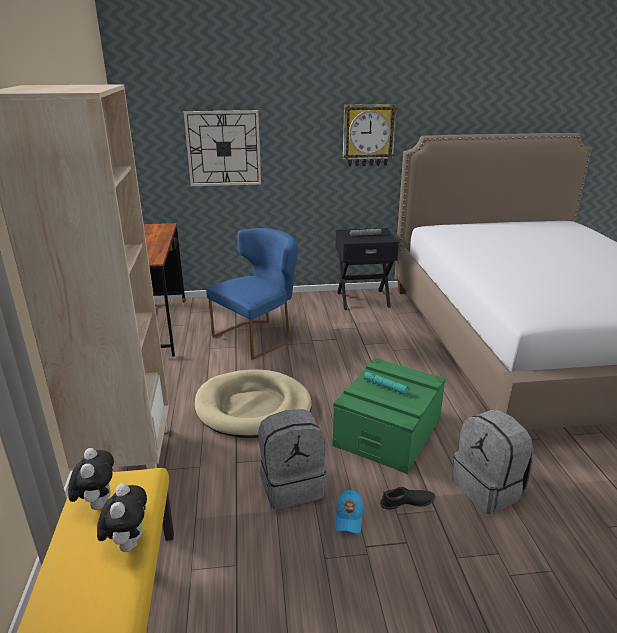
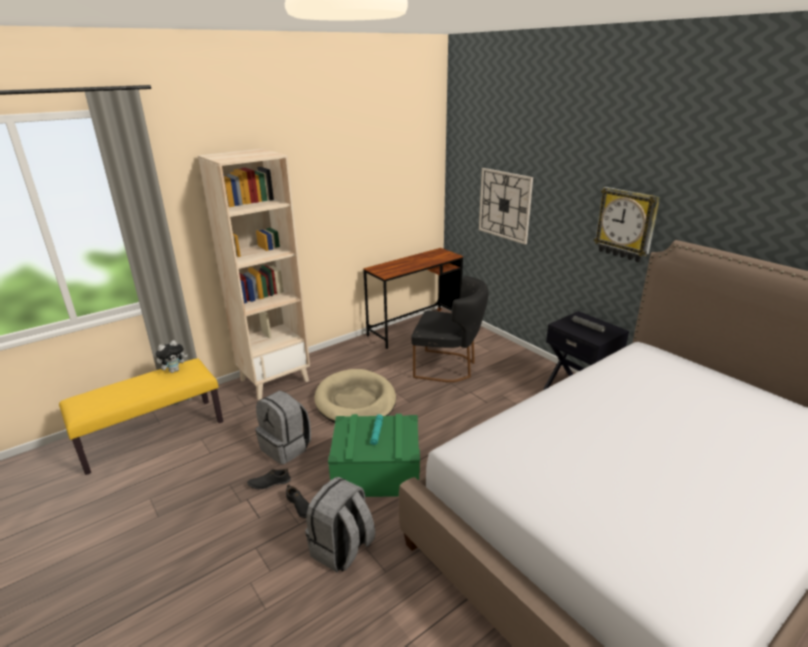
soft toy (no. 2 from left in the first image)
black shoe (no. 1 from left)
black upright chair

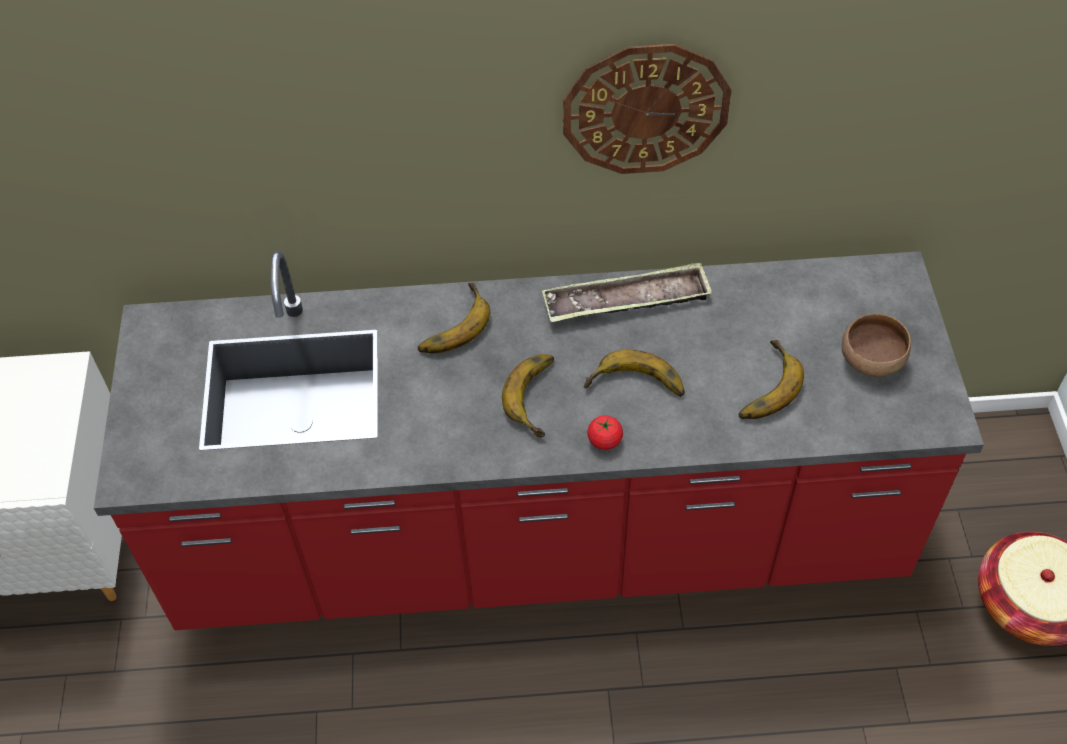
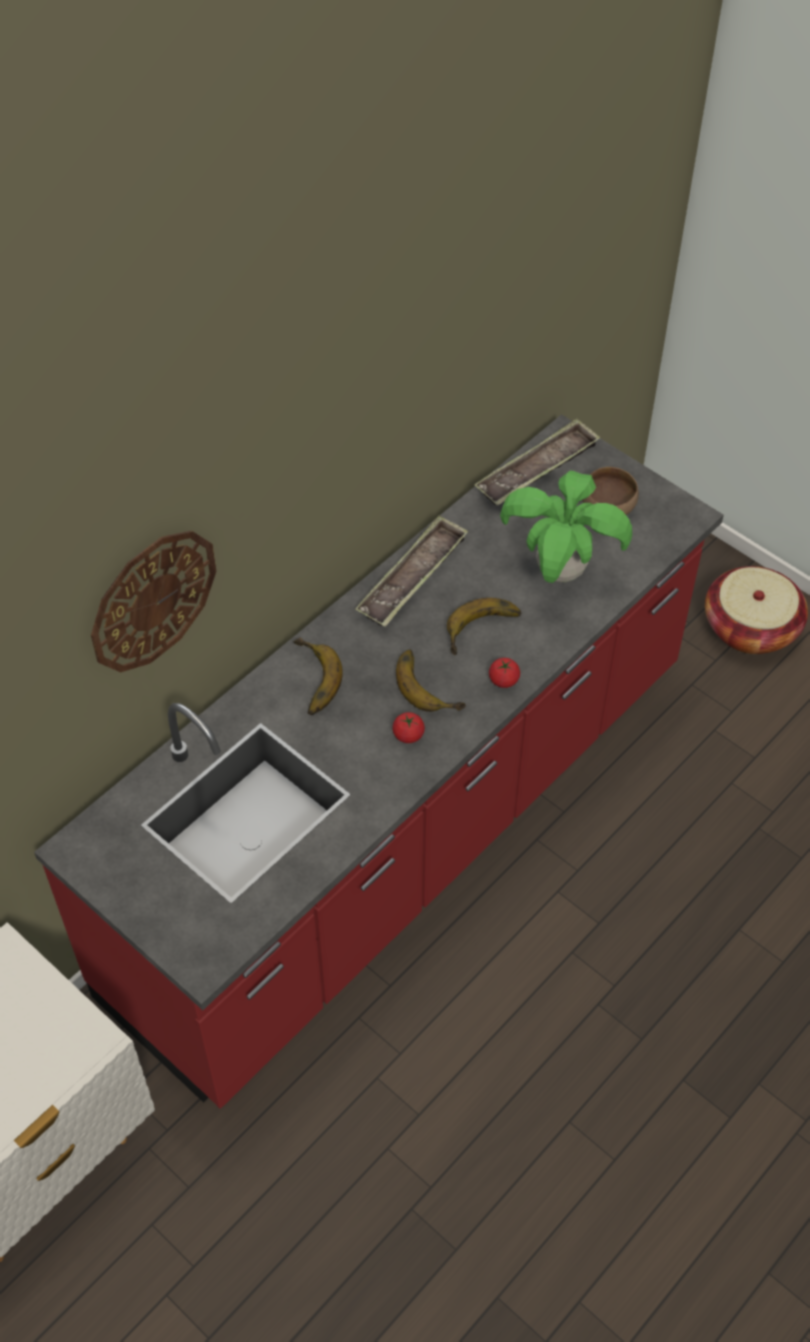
whole tomato (no. 1 from left)
tray (no. 2 from left)
clock on the wall
potted plant

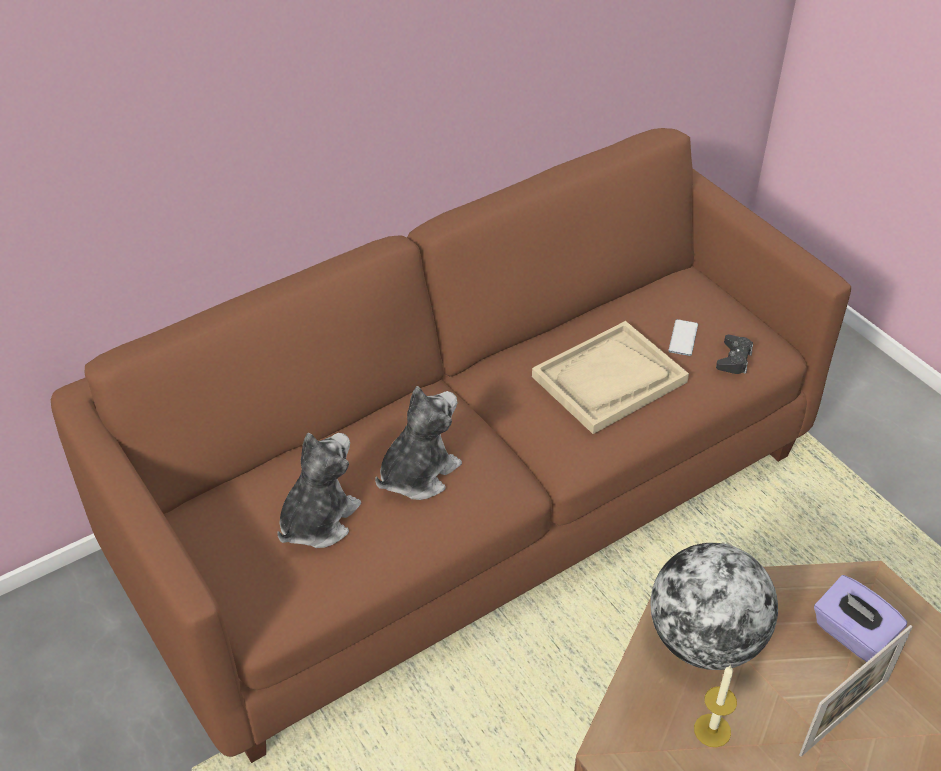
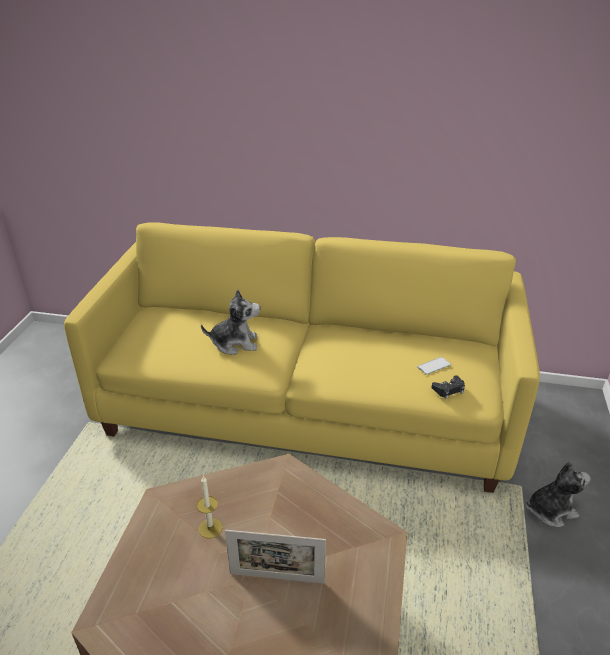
beige-coloured tray
world globe
purple box of tissues
soft toy (no. 2 from left)
yellowish couch

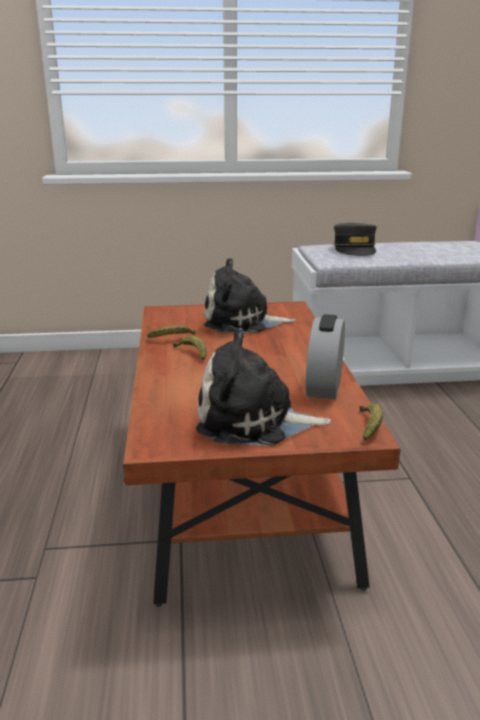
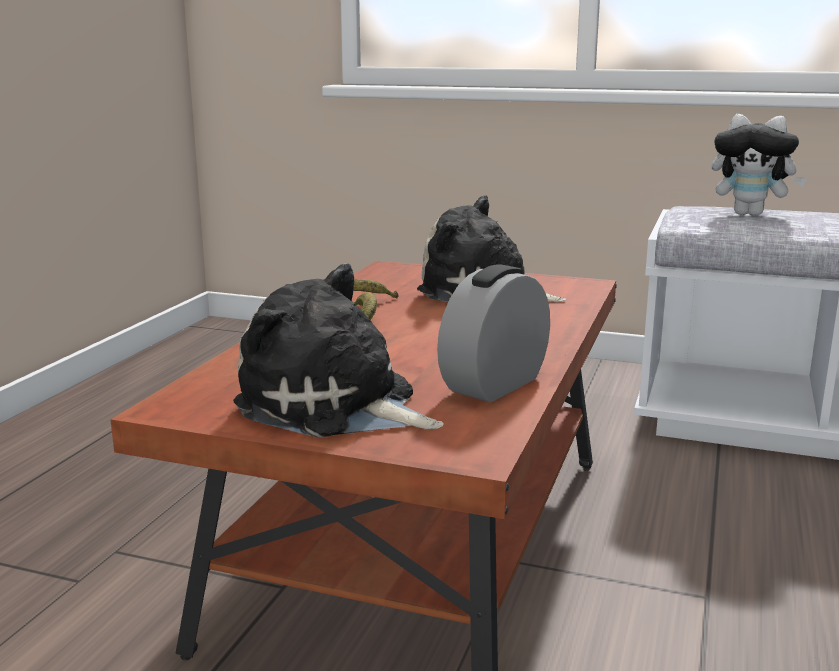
banana fruit (no. 3 from left in the first image)
soft toy (no. 3 from left)

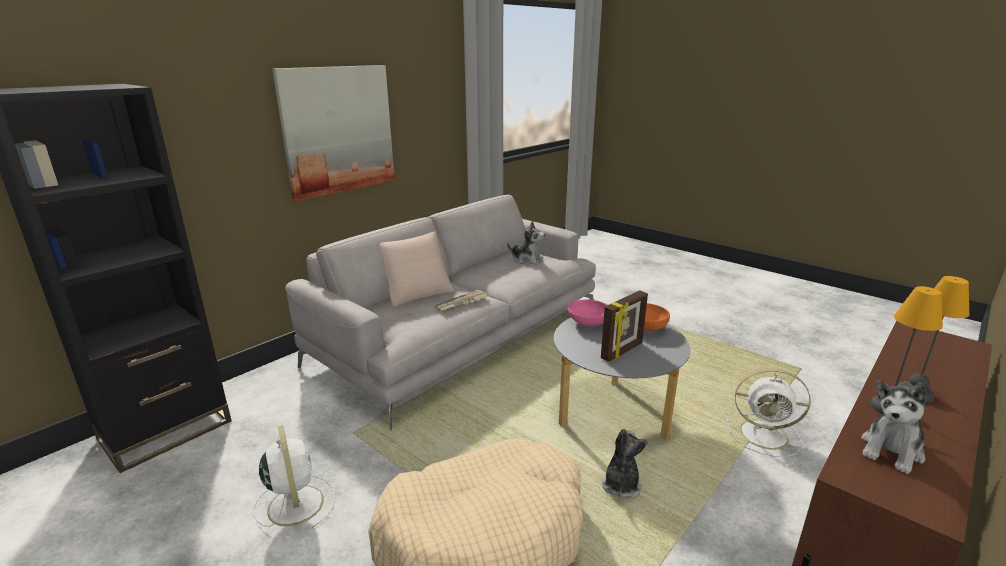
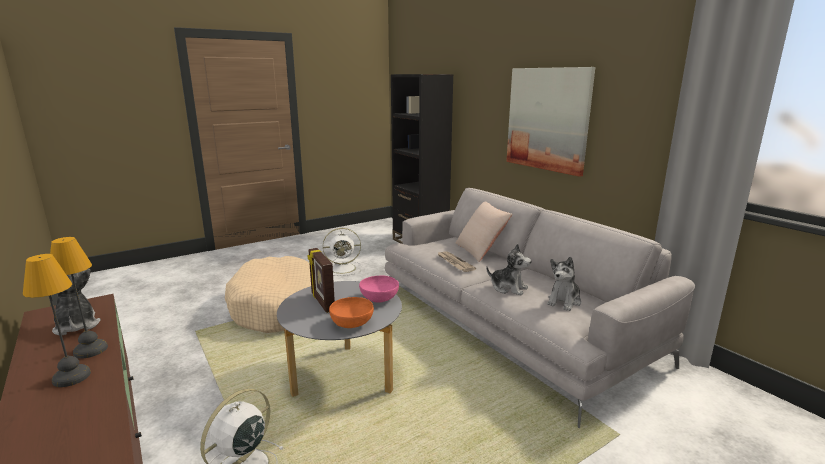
soft toy (no. 2 from left)

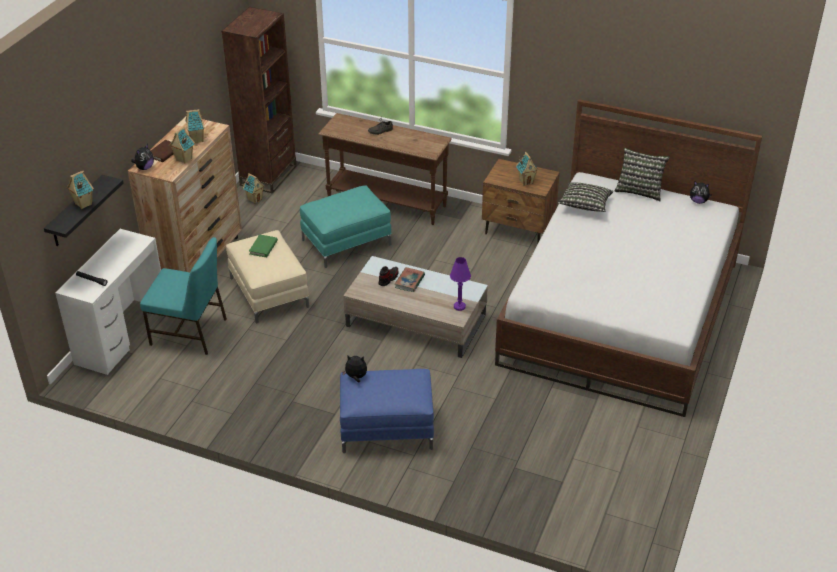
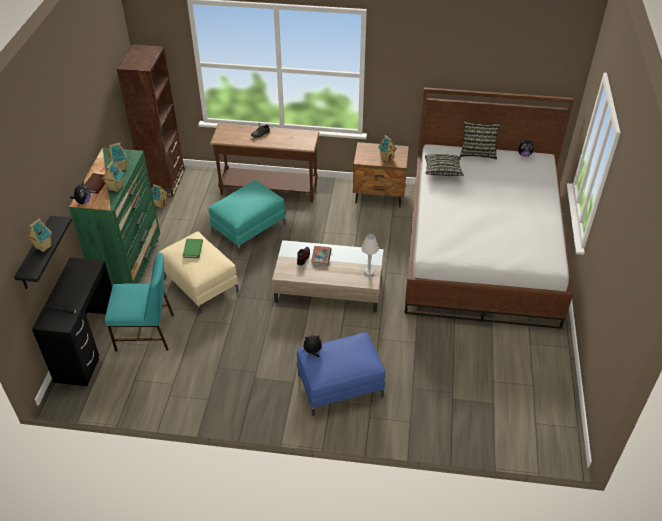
black desk unit
green-coloured drawer chest
white-coloured table lamp

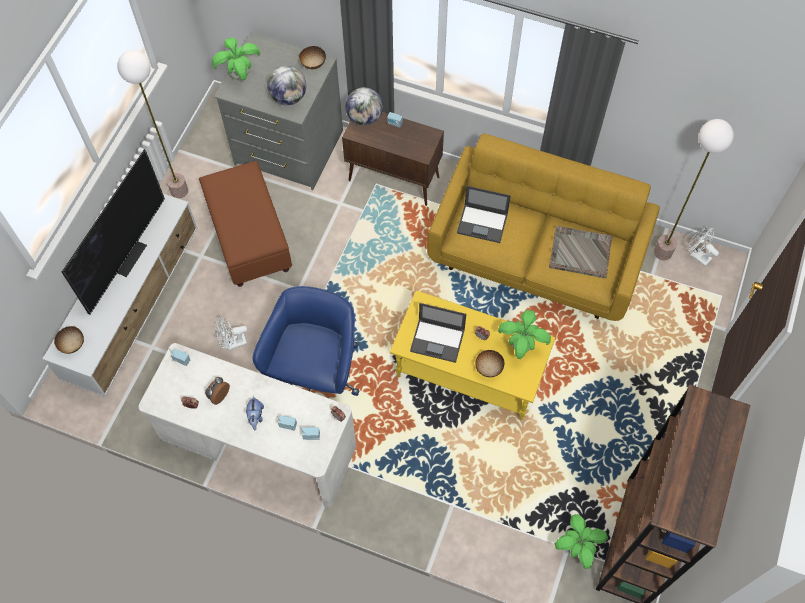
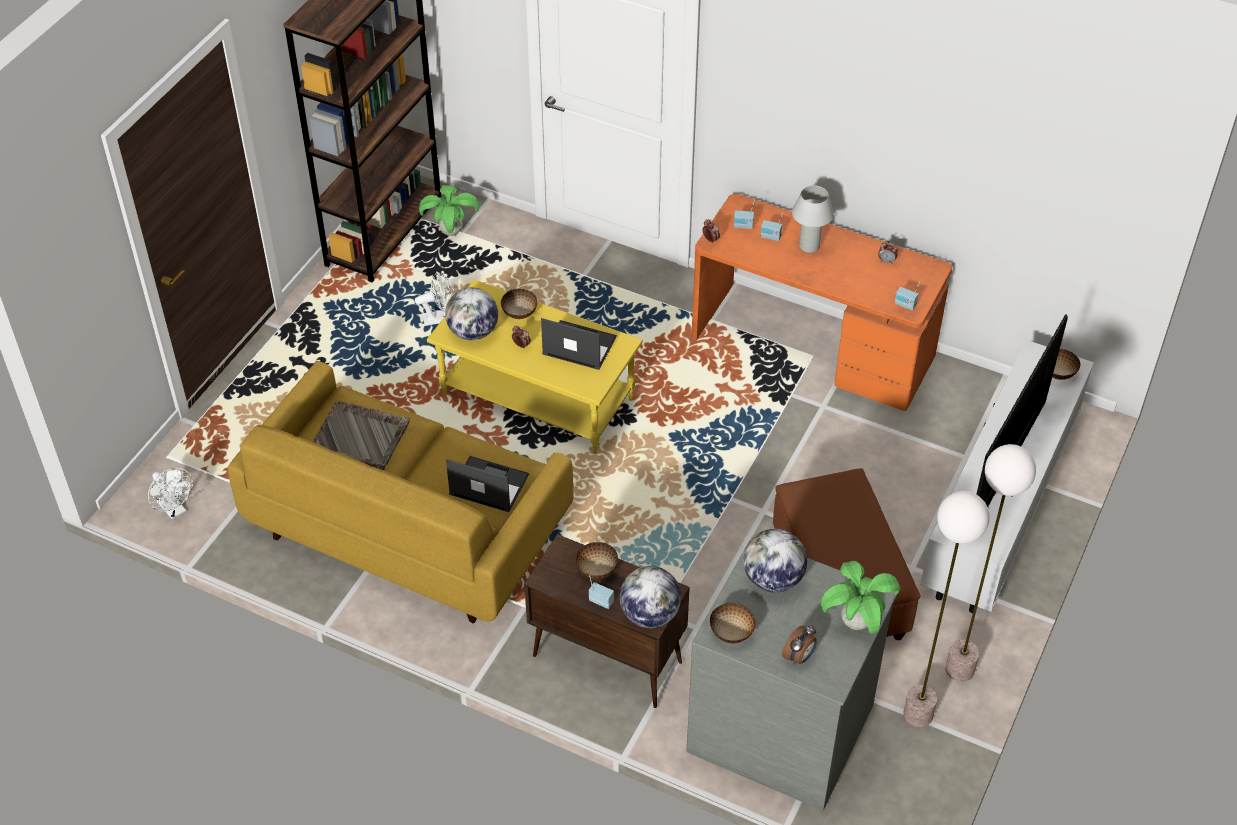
blue-coloured office chair
bowl (no. 2 from left)
alarm clock (no. 3 from left)
white-coloured fan (no. 2 from left)
standing lamp (no. 1 from left)
white-coloured table lamp
world globe (no. 1 from left)
orange-coloured desk unit

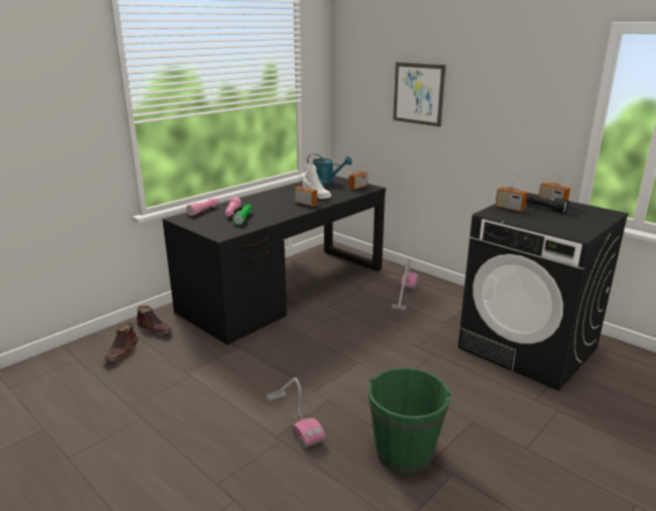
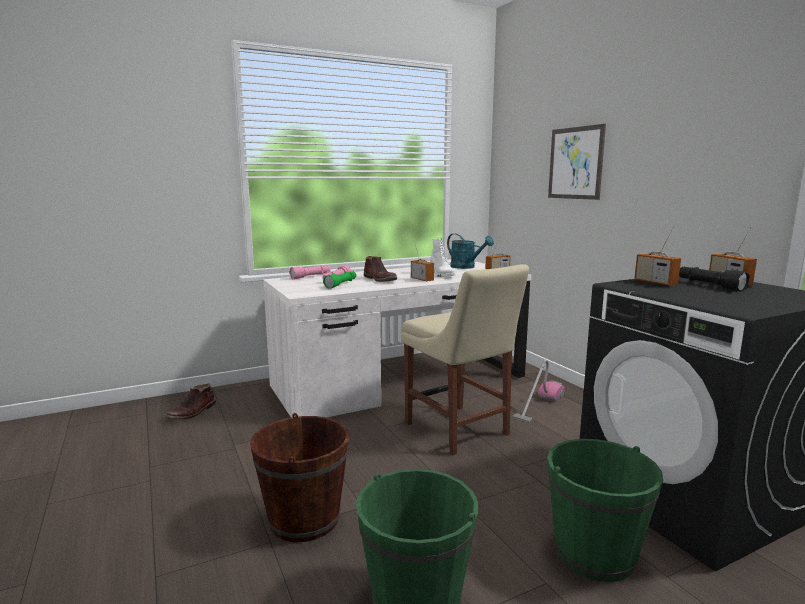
beige-coloured upright chair
green-coloured water bucket (no. 2 from left)
brownish tall boot (no. 2 from left)
brownish water bucket
white-coloured desk unit

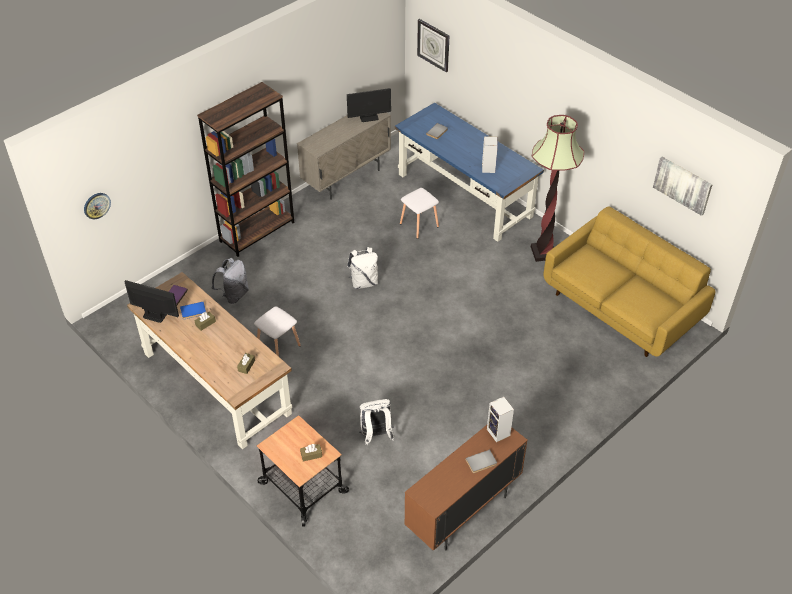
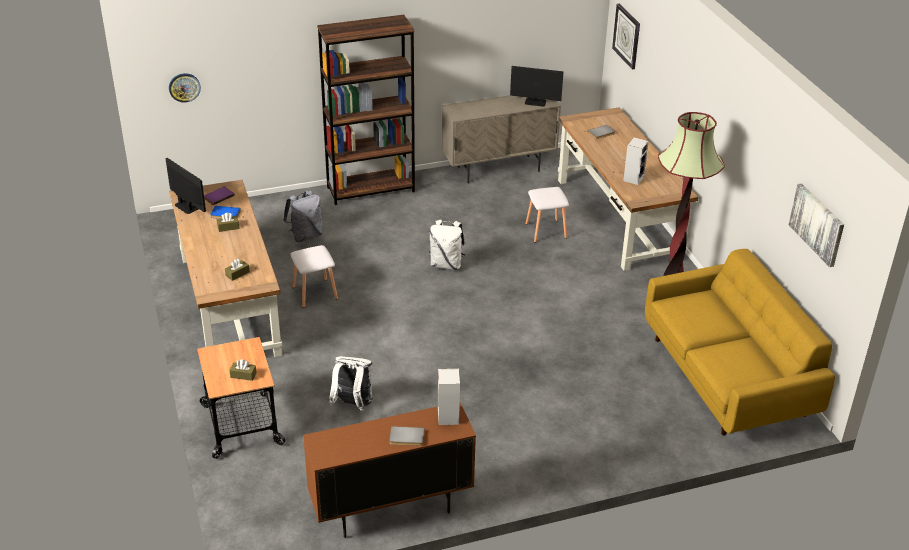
brownish desk unit (no. 2 from left)

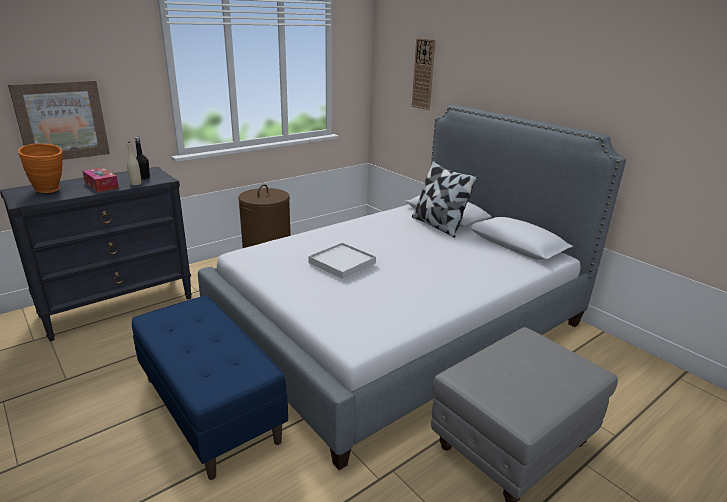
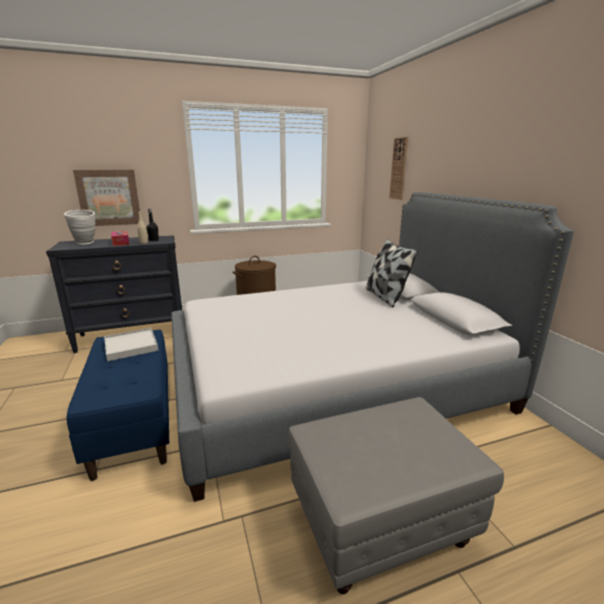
white-coloured tray
white-coloured flower vase

